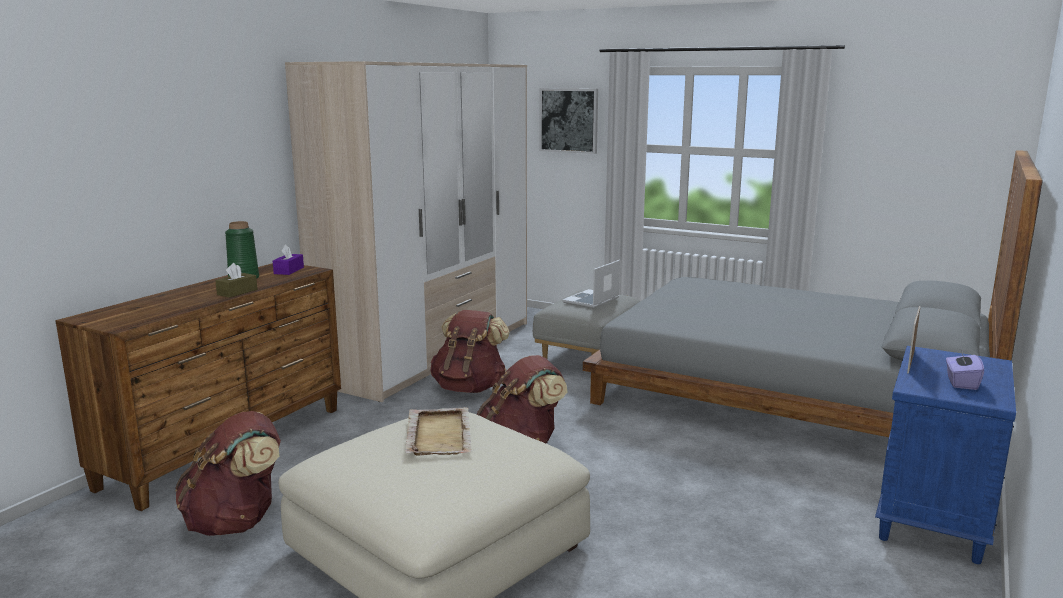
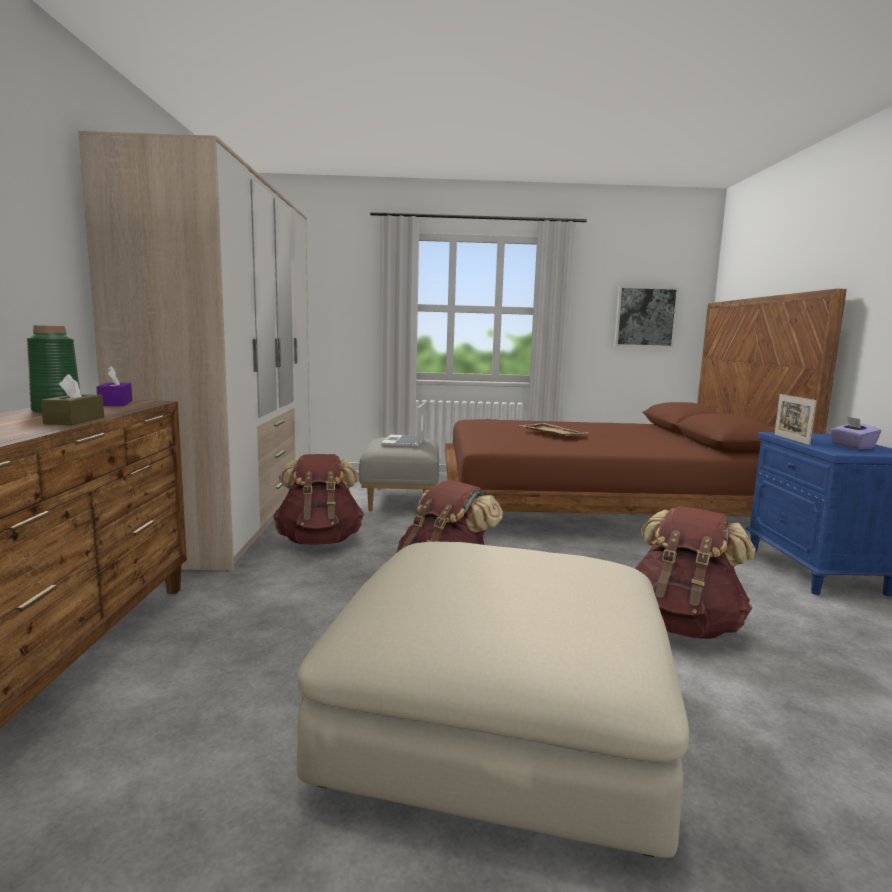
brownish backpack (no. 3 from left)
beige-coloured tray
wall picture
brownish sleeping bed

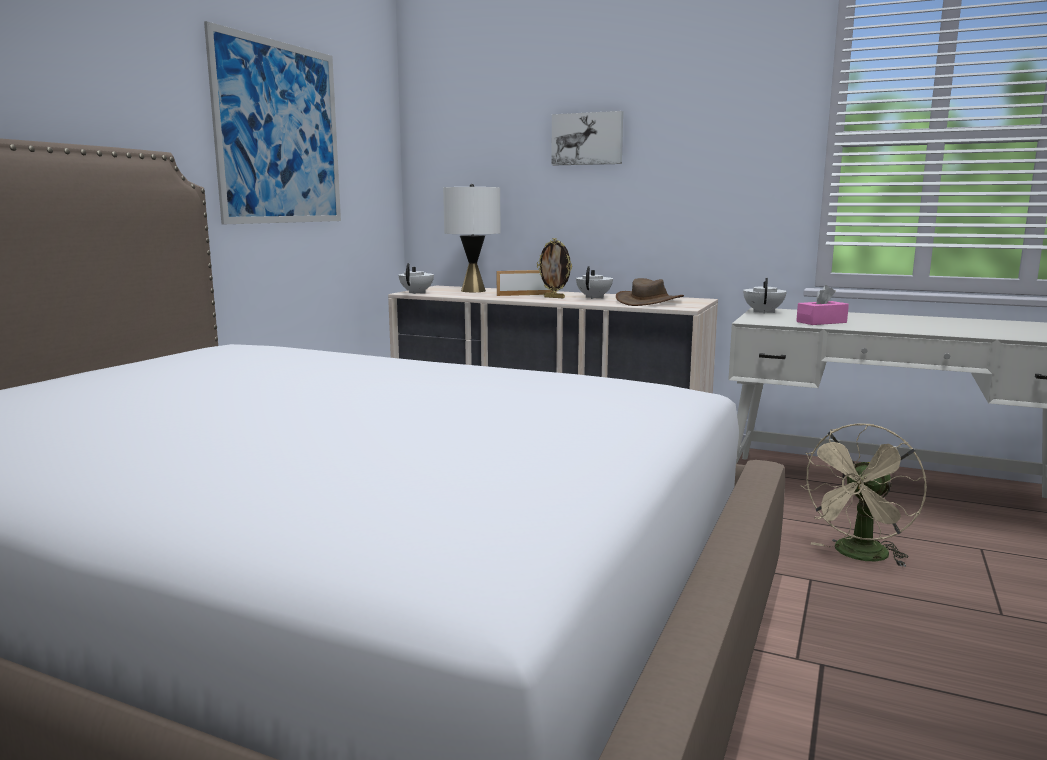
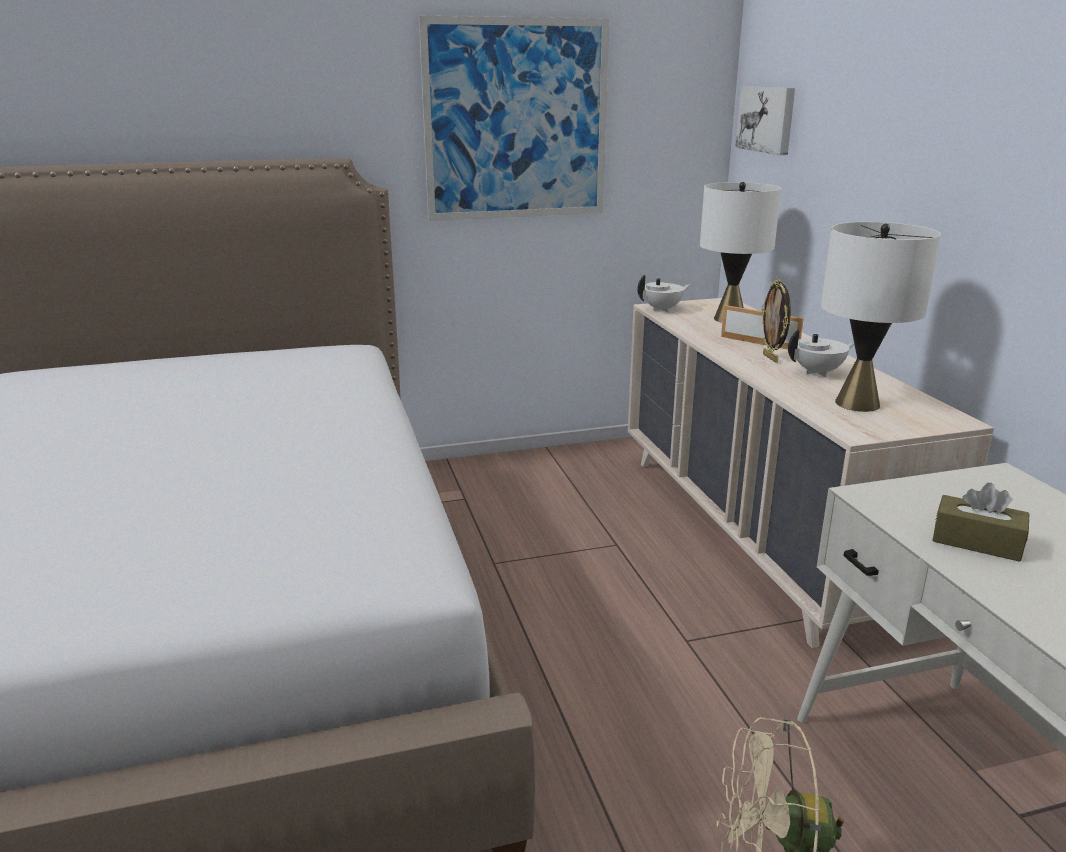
white-coloured teapot (no. 3 from left in the first image)
wall picture (no. 2 from left)
white-coloured table lamp (no. 2 from left)
brownish box of tissues

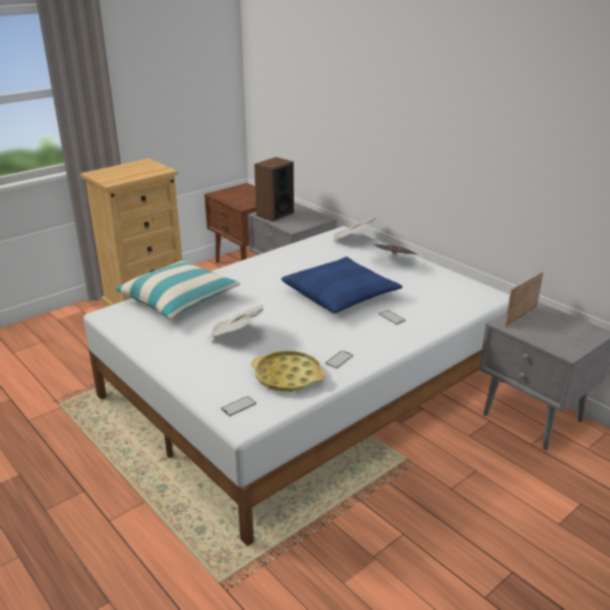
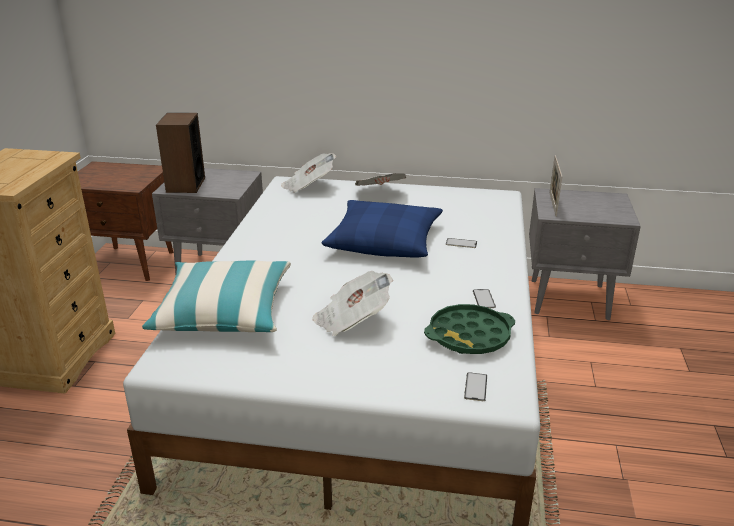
green-coloured tray

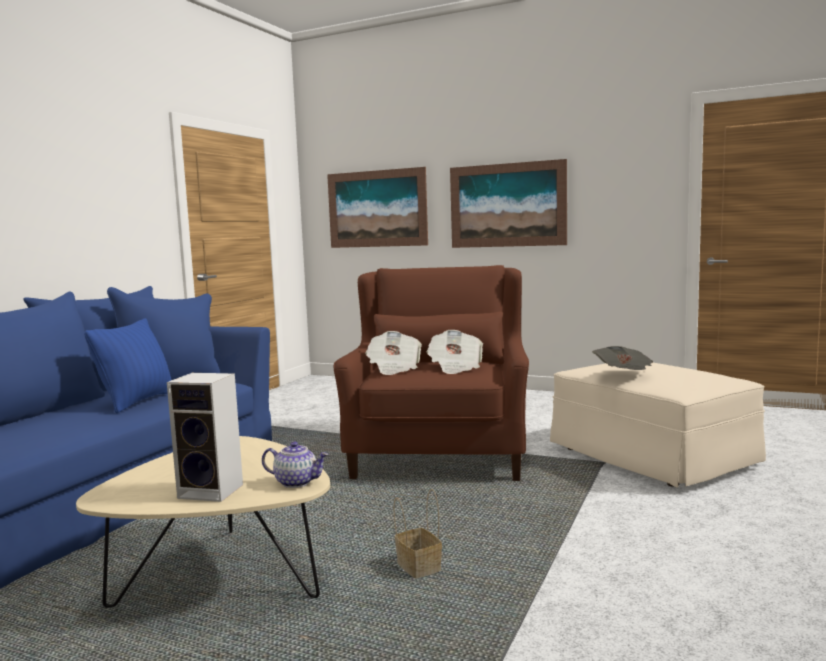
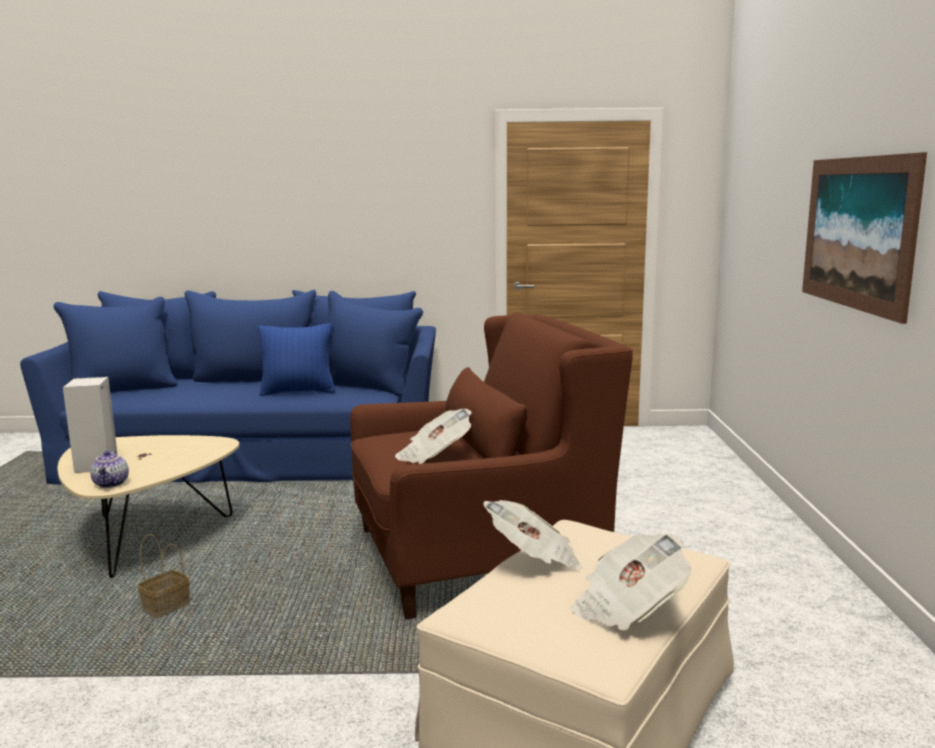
wall picture (no. 1 from left in the first image)
newspaper (no. 3 from left)

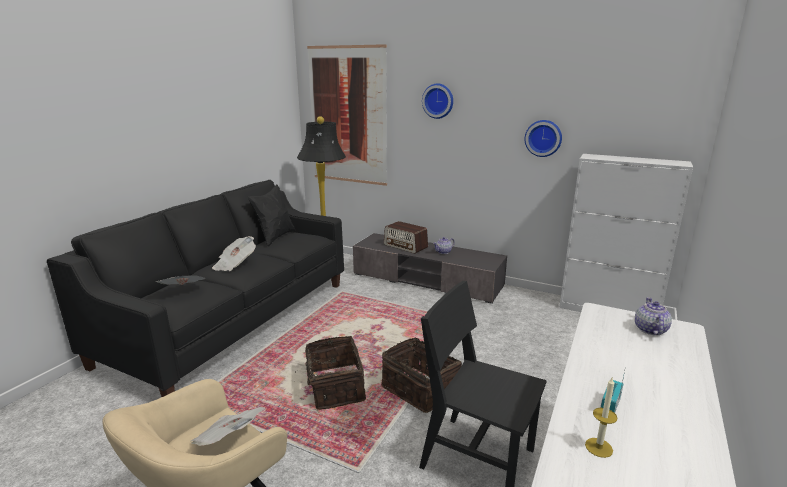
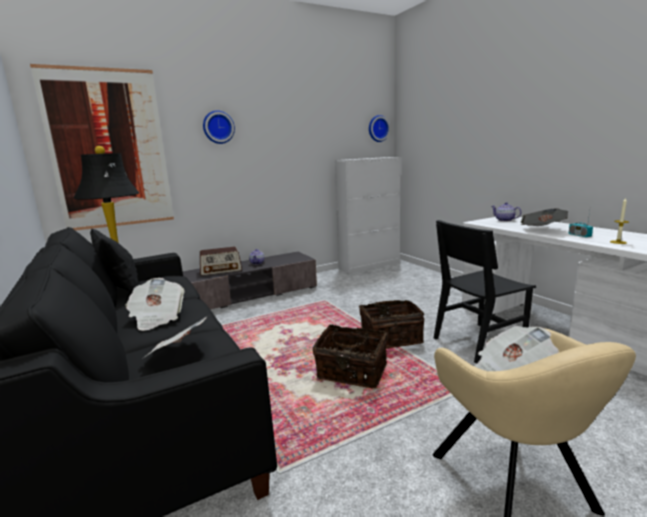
newspaper (no. 4 from left)
clock on the wall (no. 2 from left)

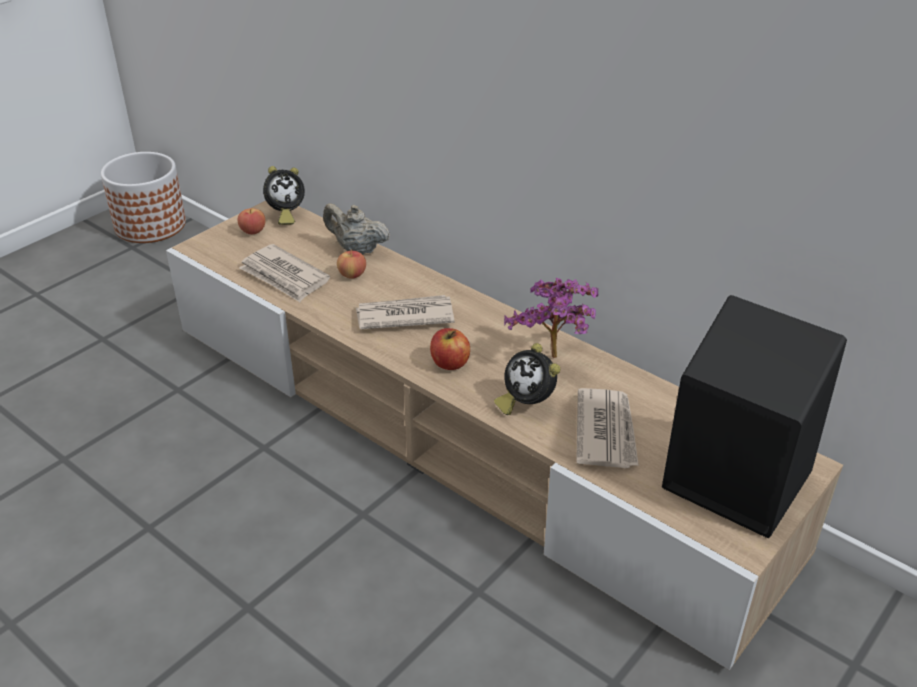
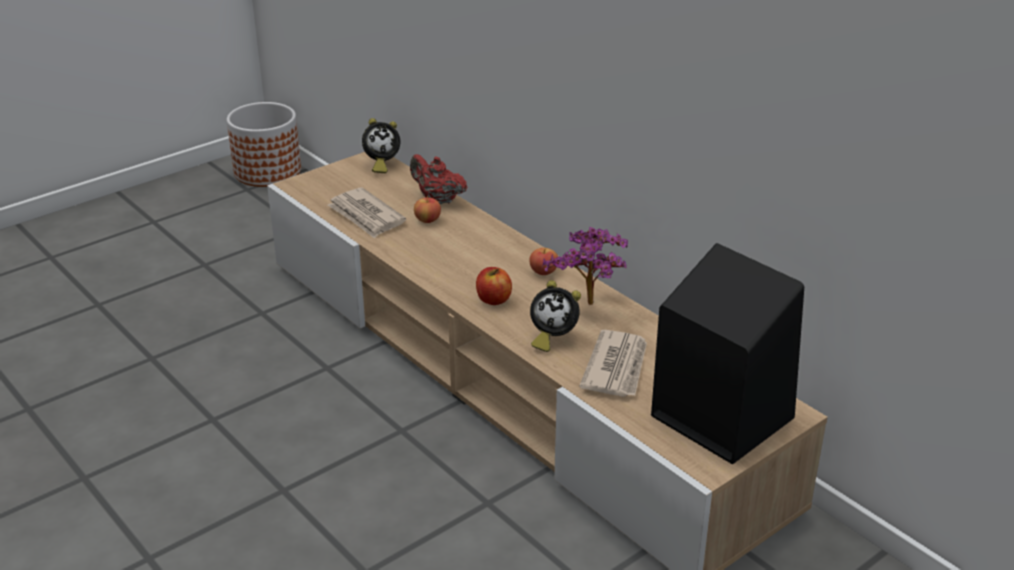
newspaper (no. 2 from left in the first image)
apple (no. 3 from left)
red teapot
alarm clock (no. 2 from left)

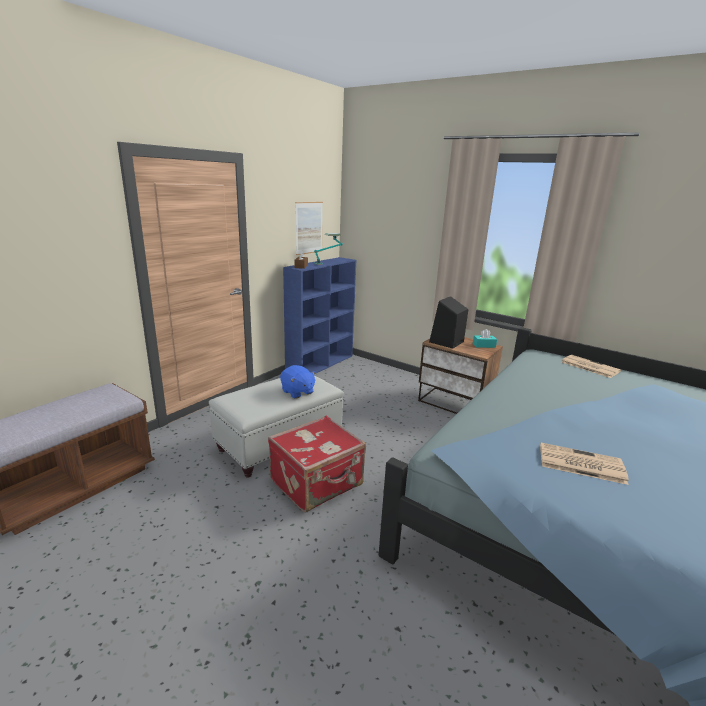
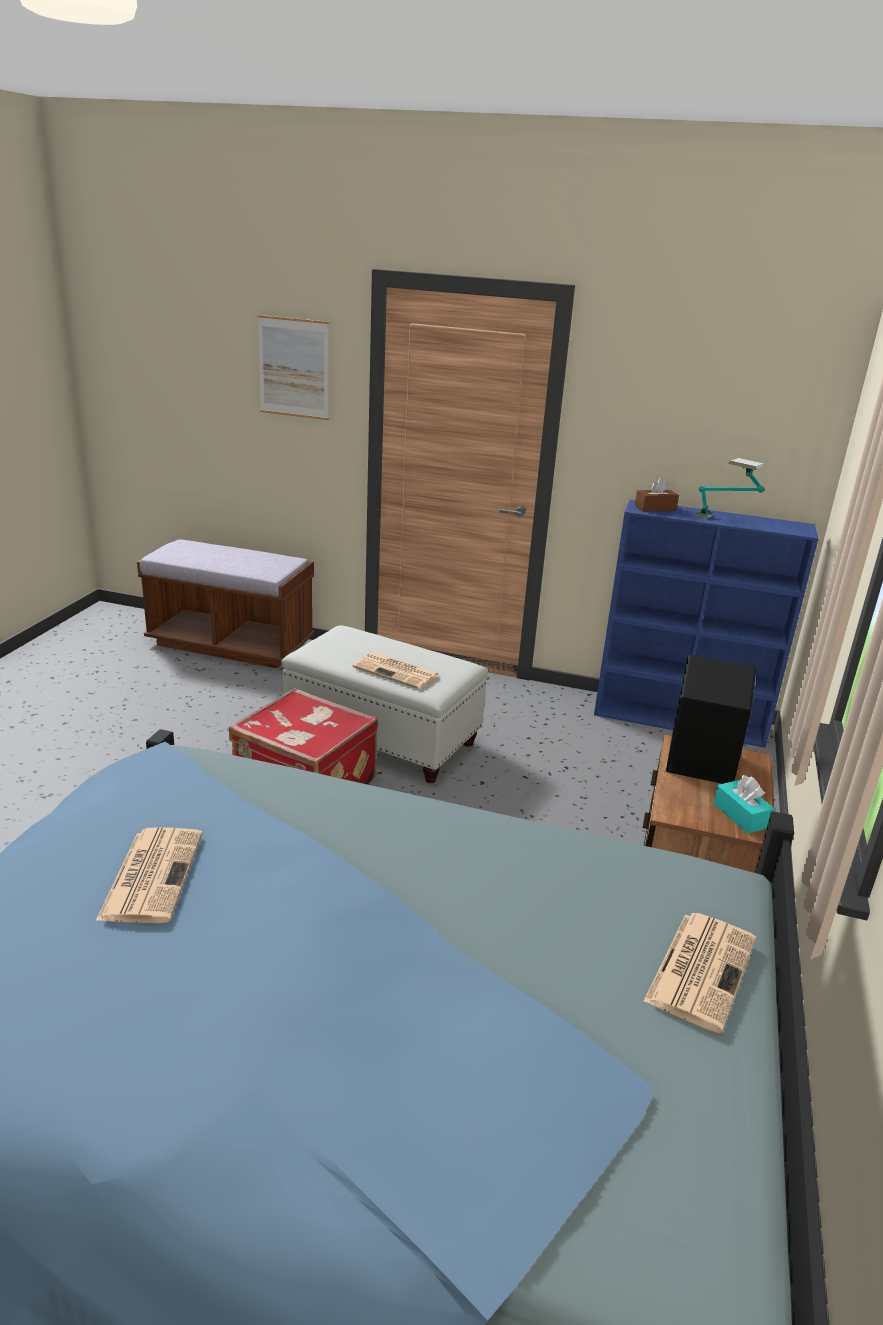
wall picture
newspaper (no. 2 from left)

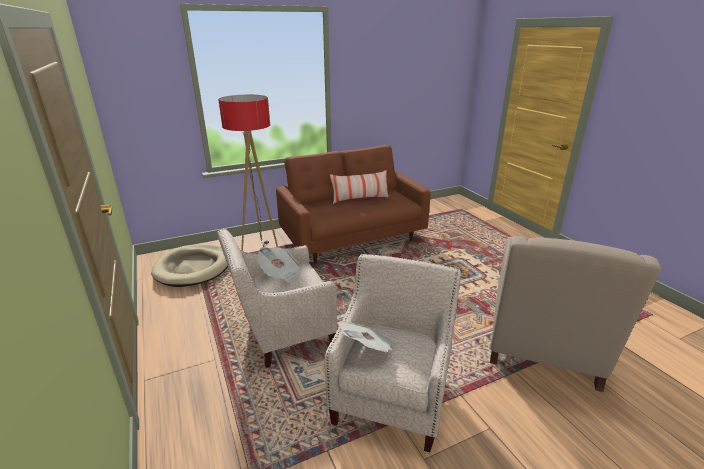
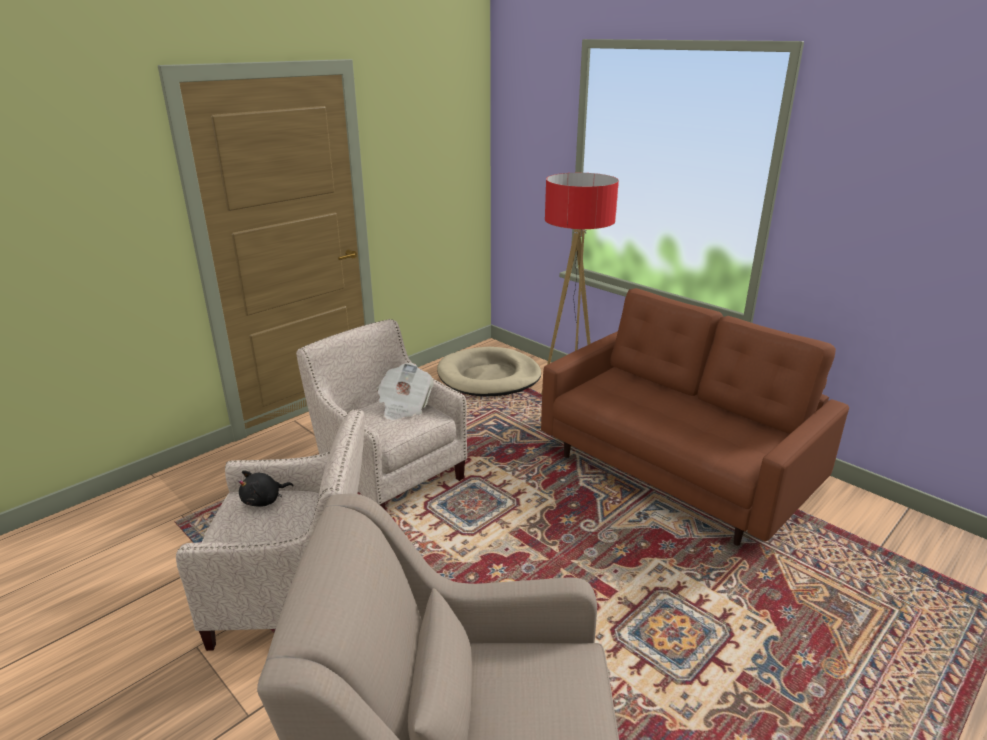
pillow
black soft toy

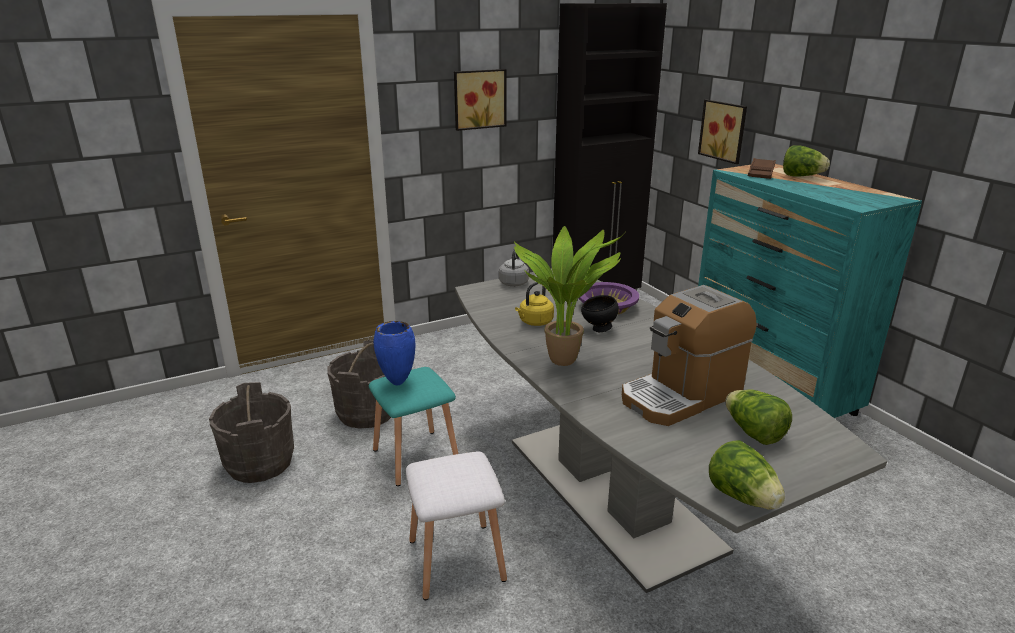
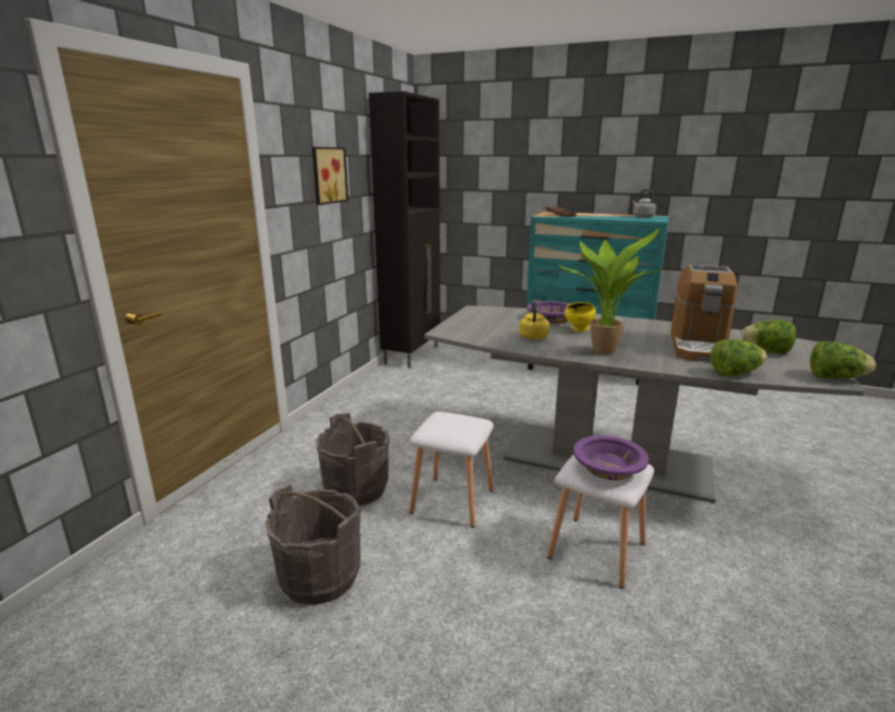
blue-coloured flower vase
wall picture (no. 2 from left in the first image)
purple bowl (no. 2 from left)
gray water kettle
head of lettuce (no. 1 from left)
white-coloured sitting stool (no. 1 from left)
yellowish bowl

